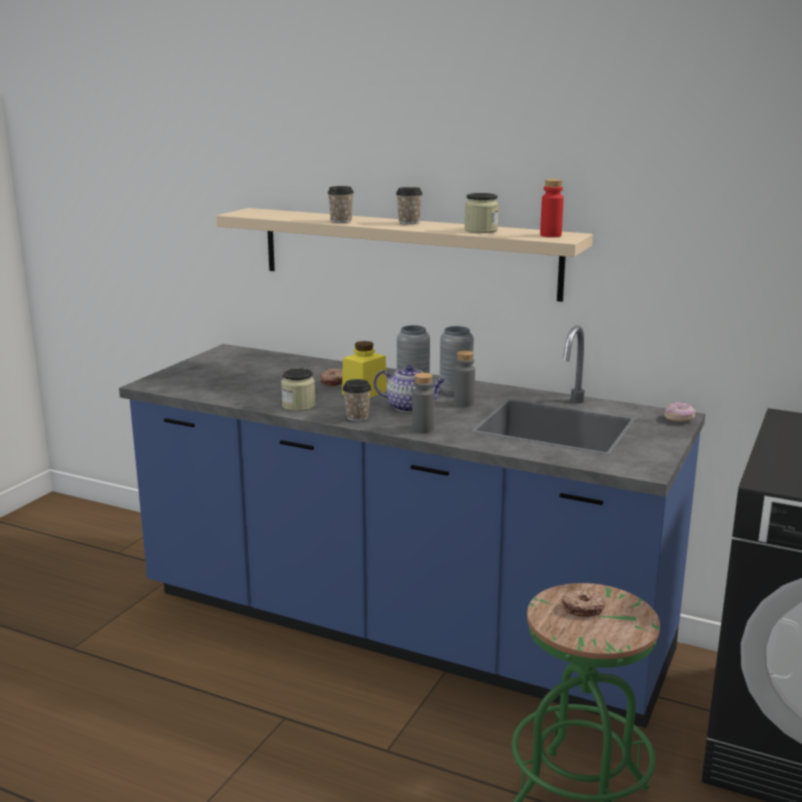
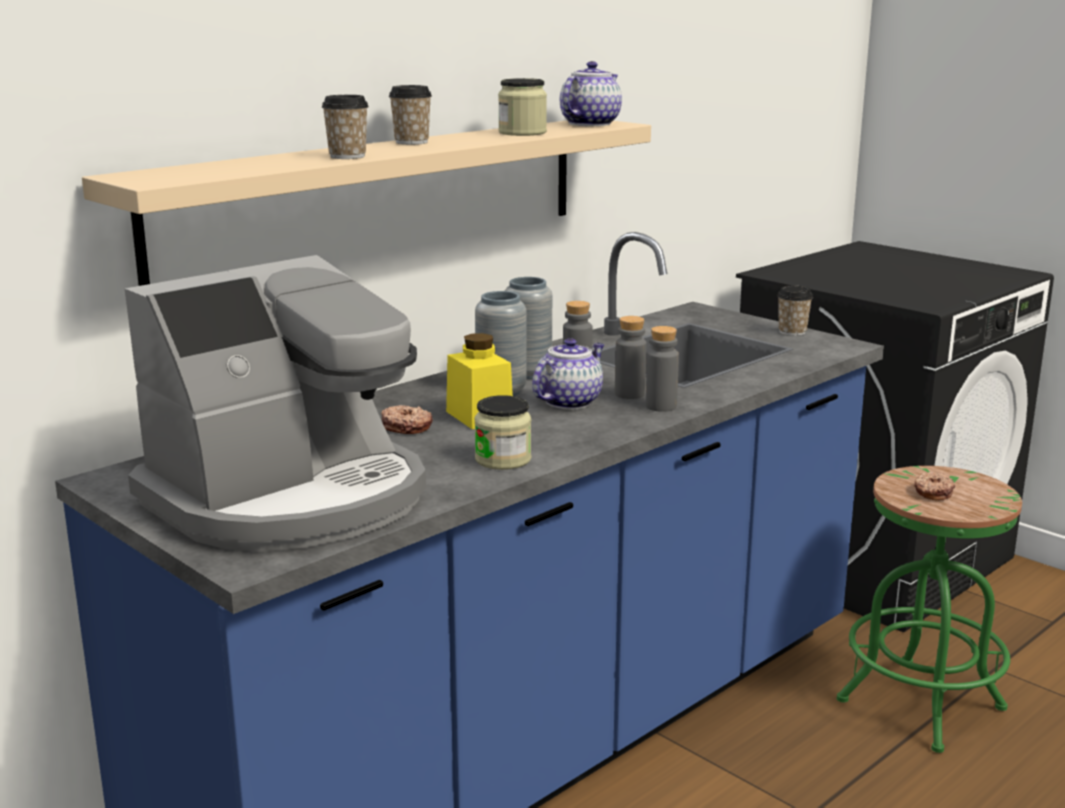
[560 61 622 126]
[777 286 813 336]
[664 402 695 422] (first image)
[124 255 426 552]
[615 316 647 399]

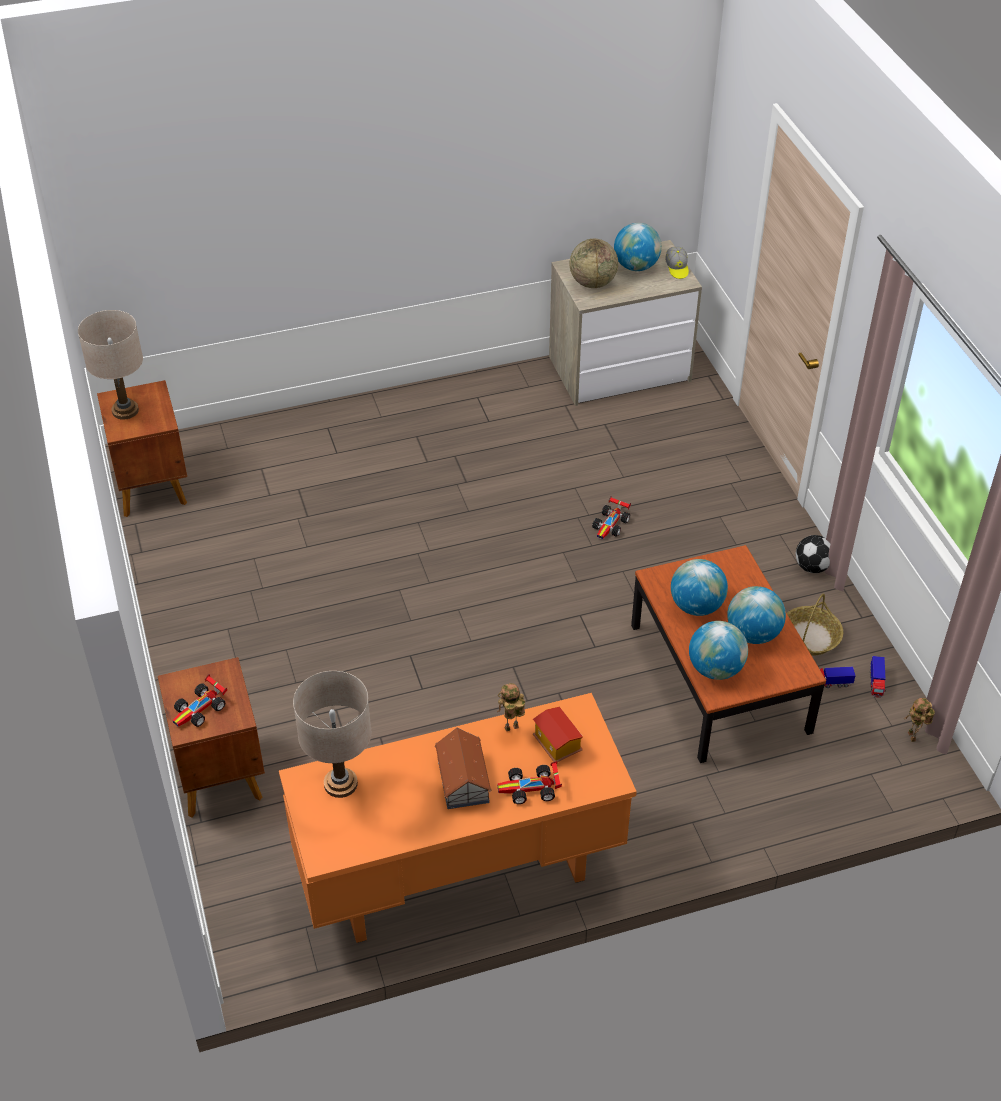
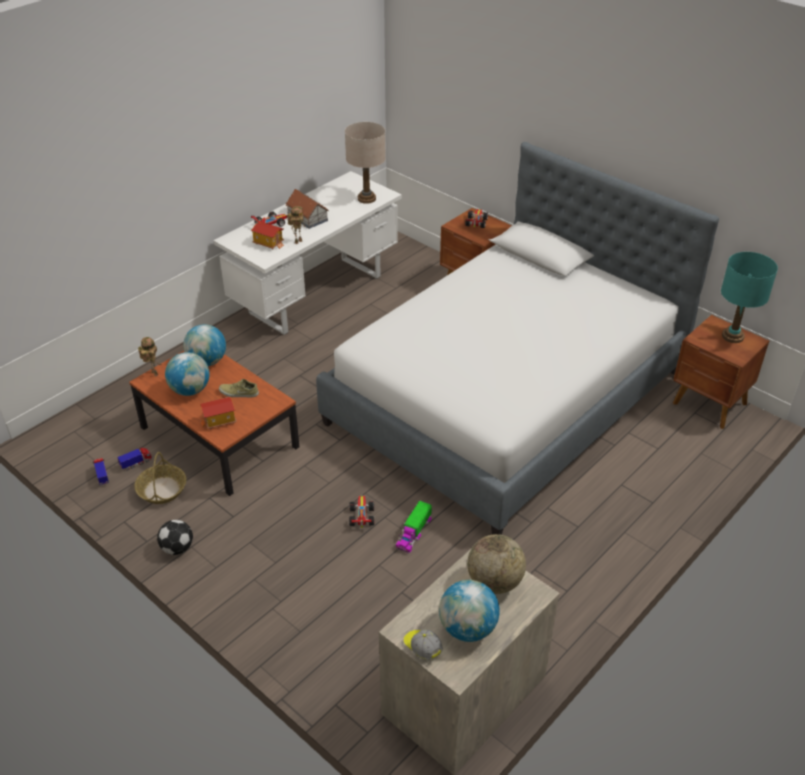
[721 252 778 343]
[219 379 259 397]
[213 171 402 335]
[138 337 161 376]
[316 142 719 535]
[200 397 237 429]
[396 501 432 554]

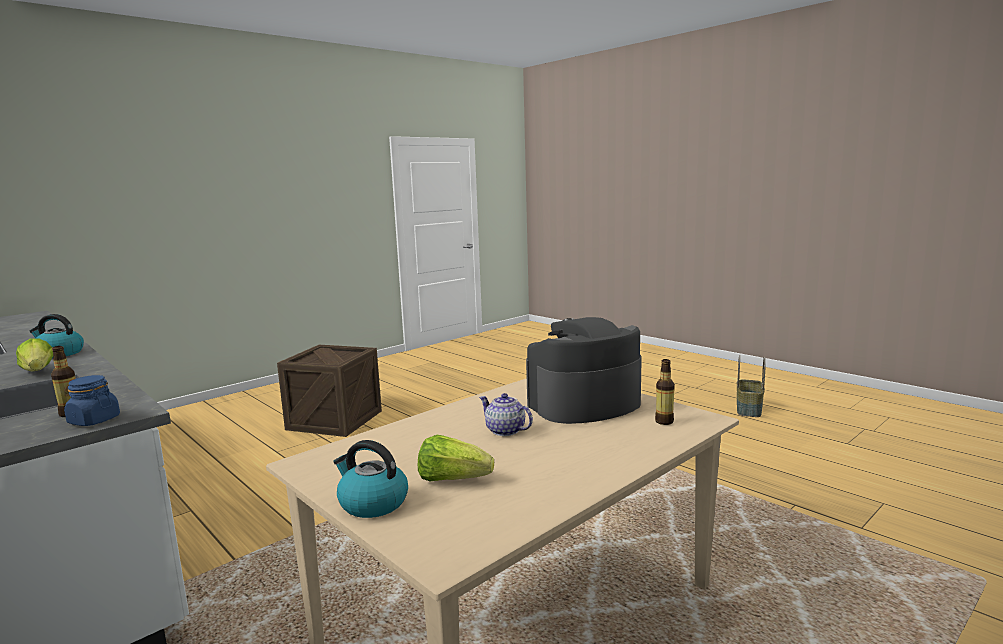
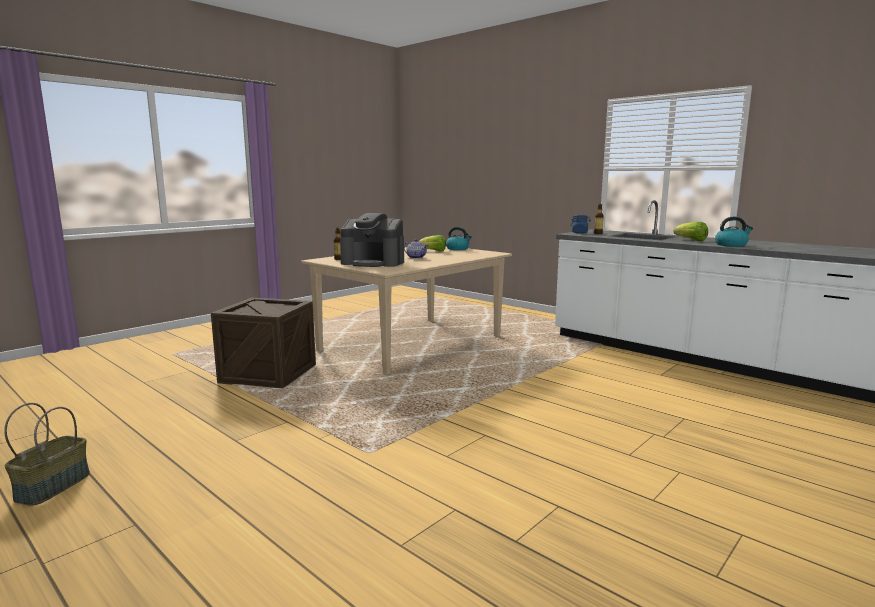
[340 213 404 267]
[211 298 316 389]

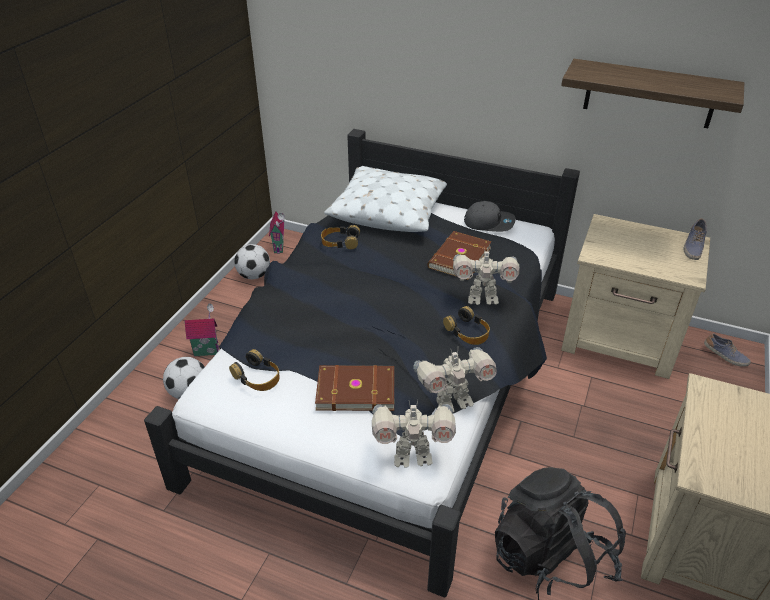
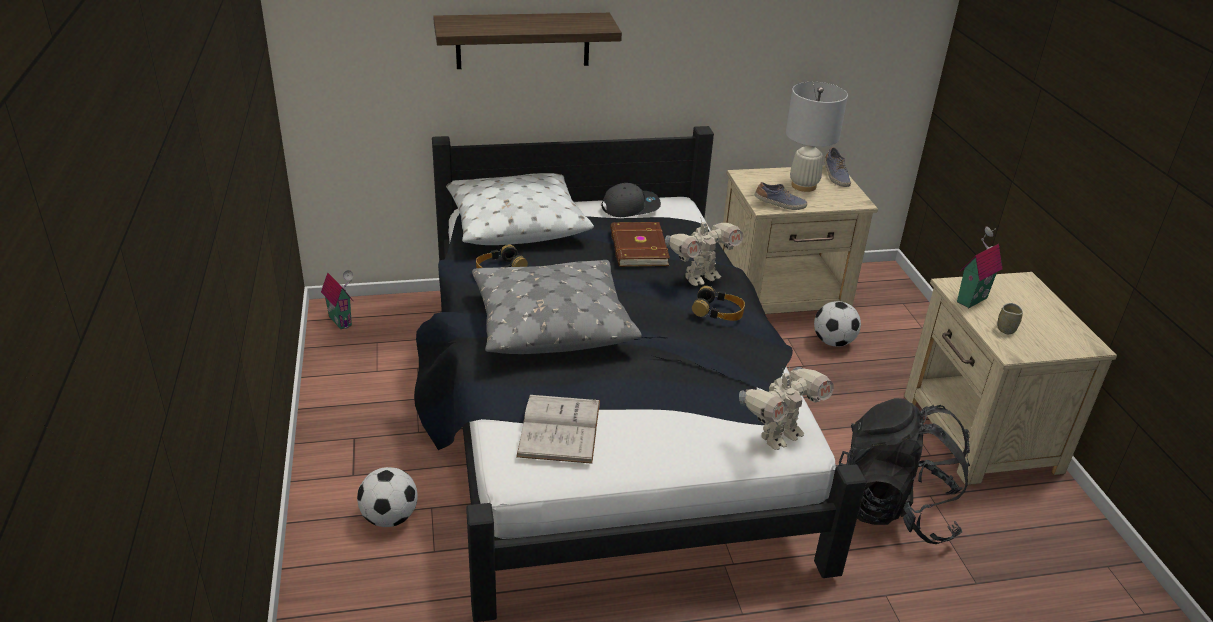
[433 13 622 69]
[814 301 861 347]
[957 226 1002 308]
[755 182 807 210]
[413 347 497 412] (first image)
[516 395 600 464]
[315 365 394 411] (first image)
[786 82 848 192]
[472 260 642 354]
[997 303 1023 334]

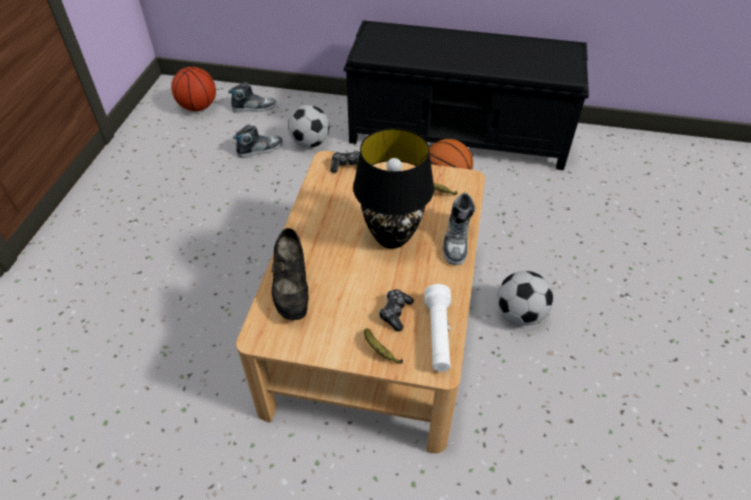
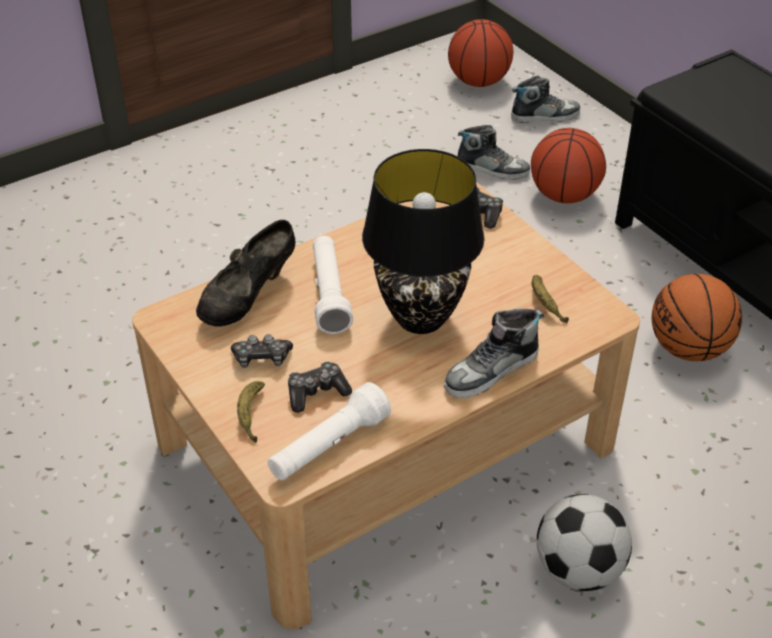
[511 76 580 123]
[531 128 606 203]
[313 236 353 334]
[231 334 293 368]

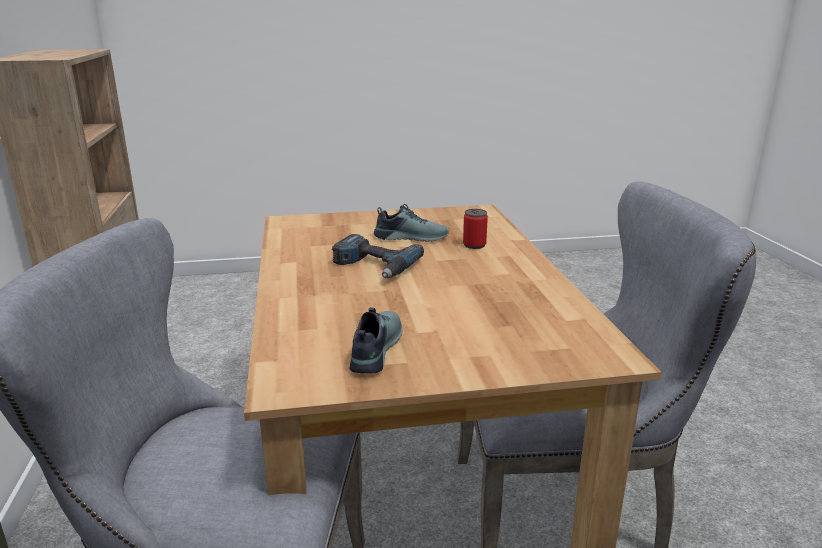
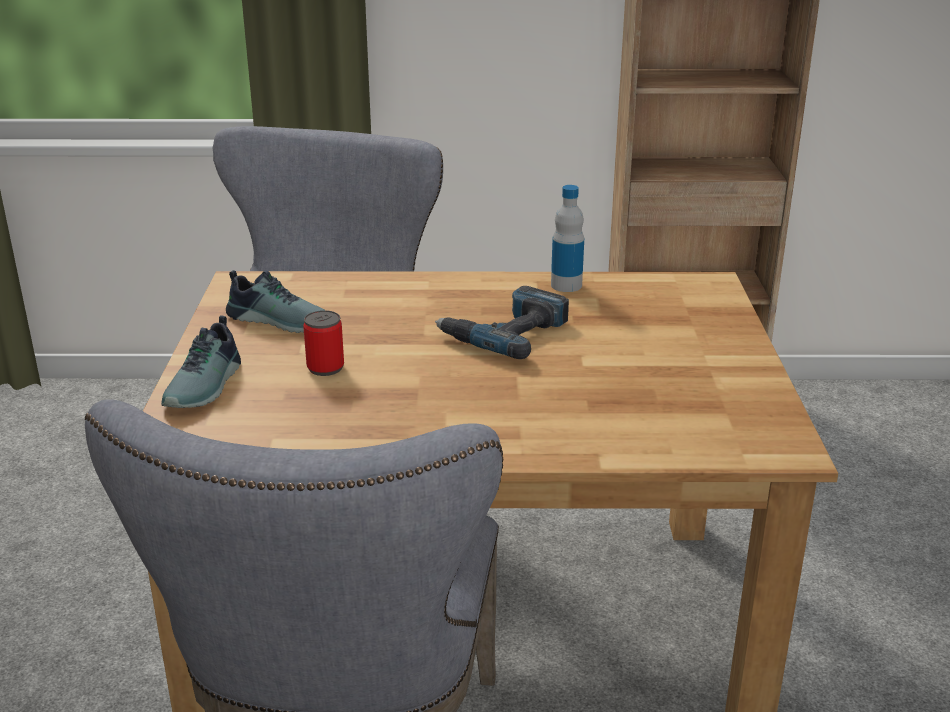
[161 316 241 408]
[303 310 344 376]
[551 185 584 292]

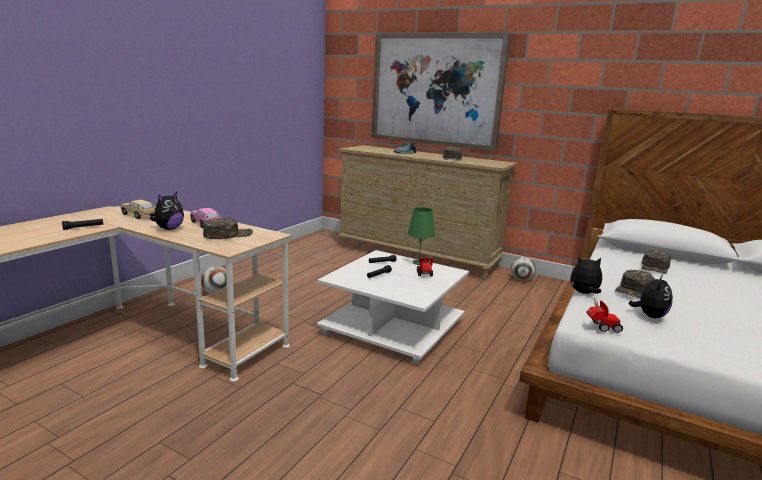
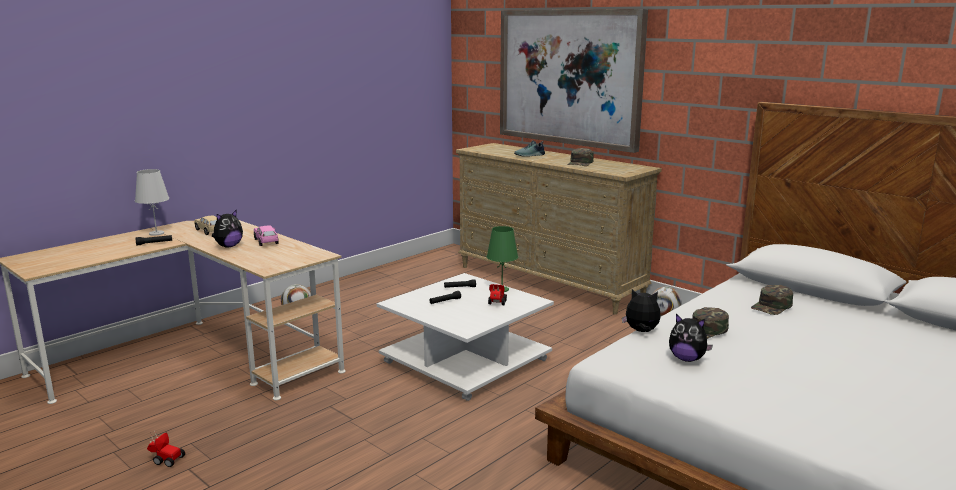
[203 217 253 239] (first image)
[669 314 713 362]
[147 431 185 467]
[135 169 169 236]

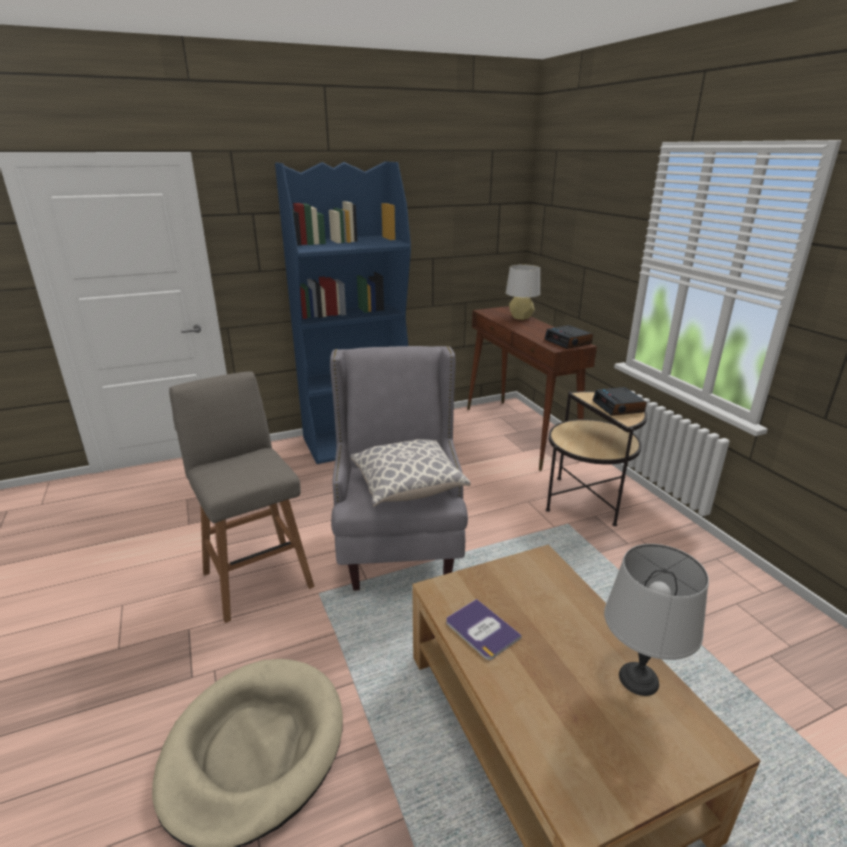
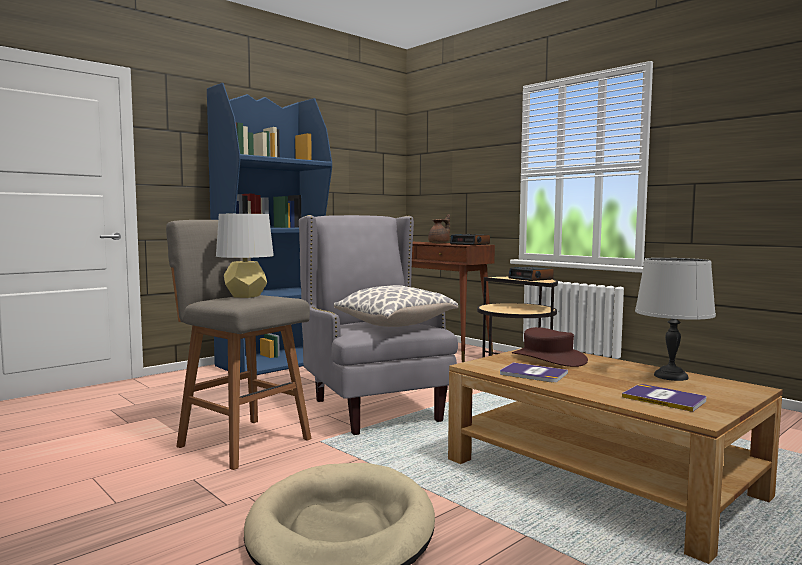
[216 214 274 298]
[428 214 450 243]
[512 327 588 367]
[622 384 706 412]

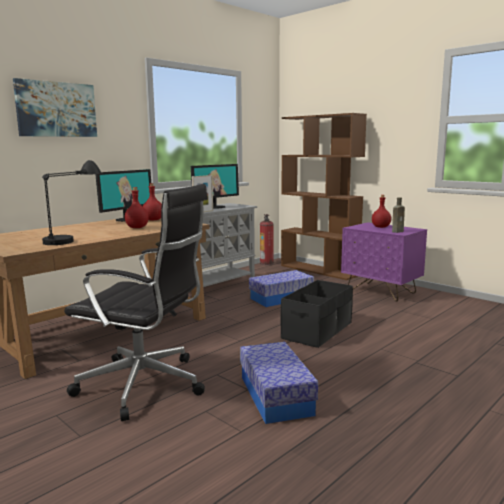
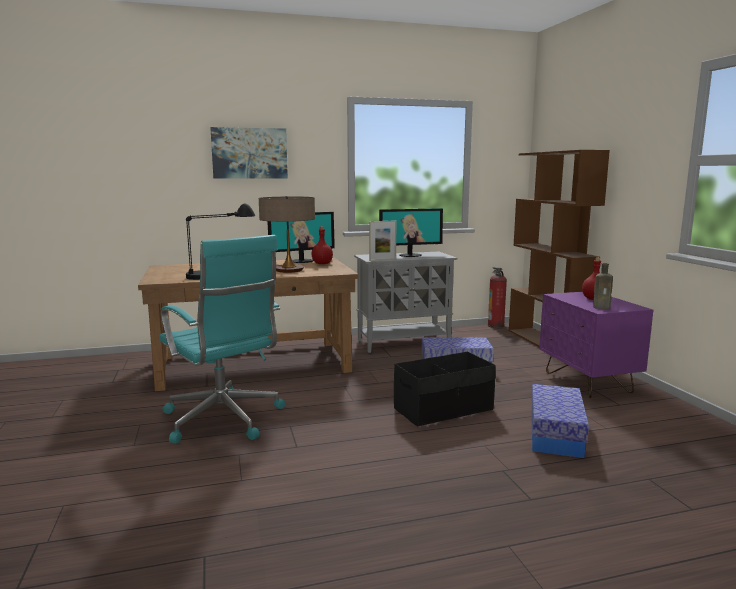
[159 235 286 443]
[259 196 315 273]
[531 384 589 458]

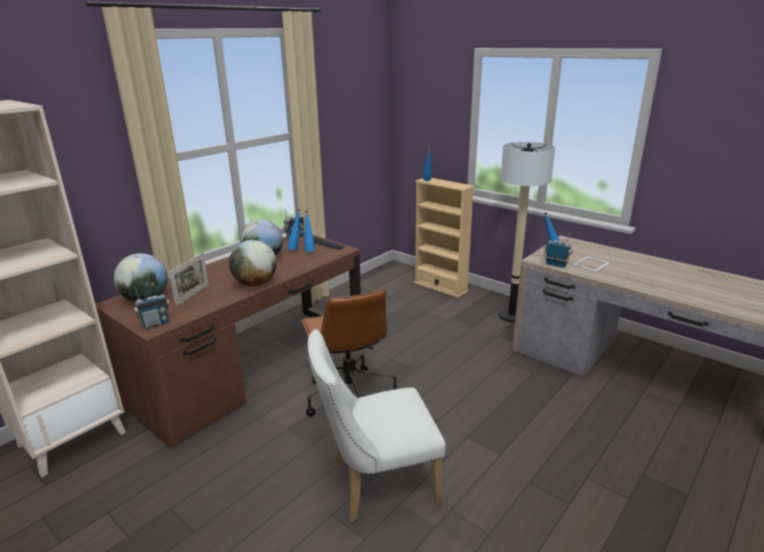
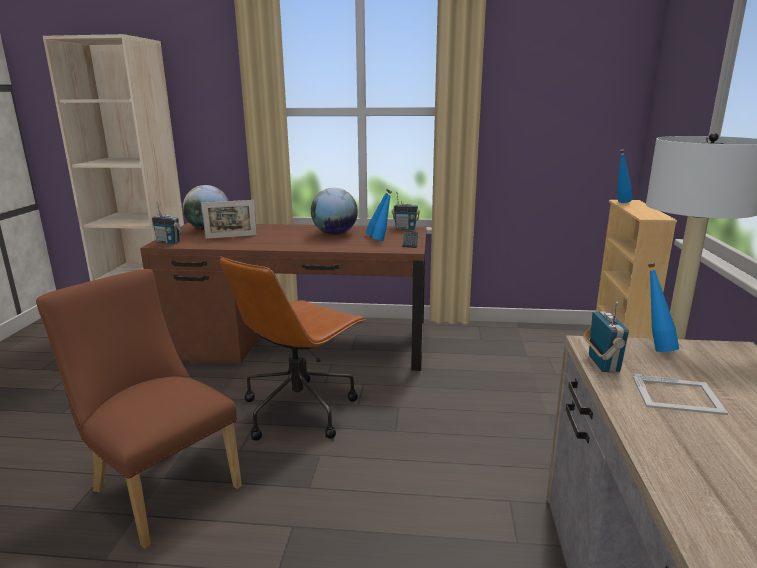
[229 240 277 286] (first image)
[36 269 242 549]

